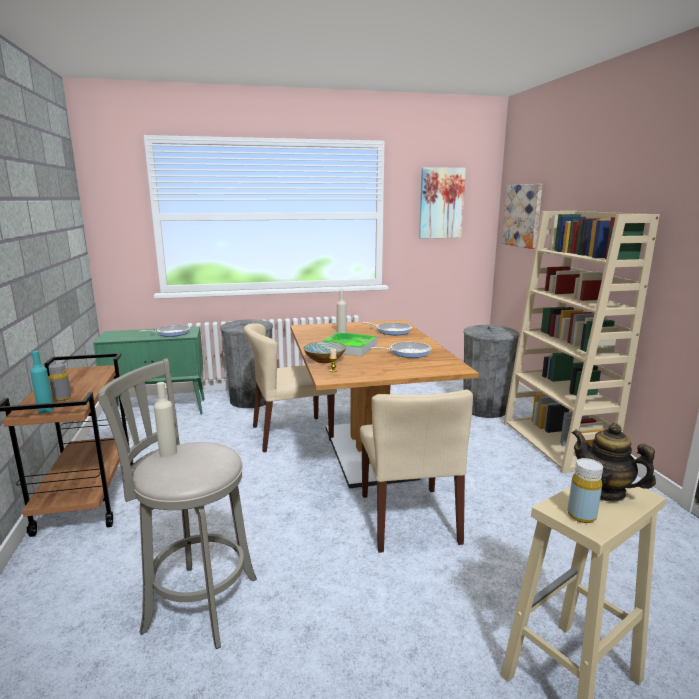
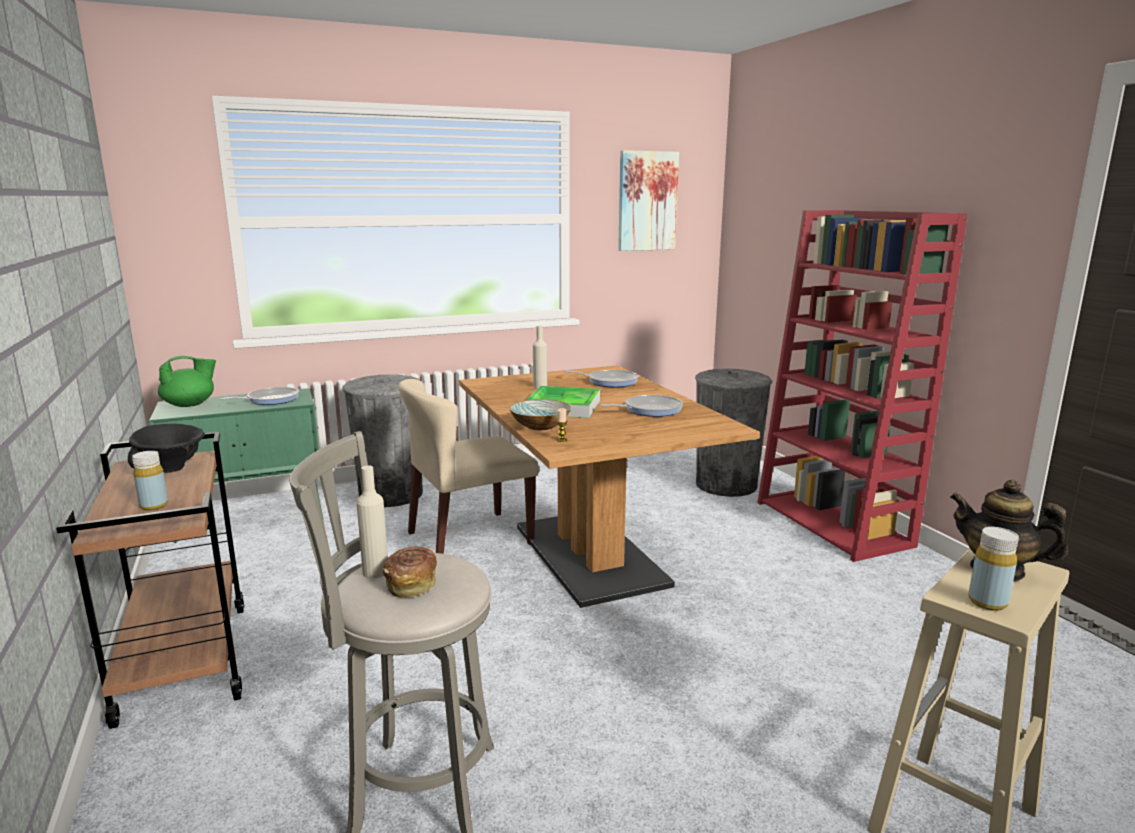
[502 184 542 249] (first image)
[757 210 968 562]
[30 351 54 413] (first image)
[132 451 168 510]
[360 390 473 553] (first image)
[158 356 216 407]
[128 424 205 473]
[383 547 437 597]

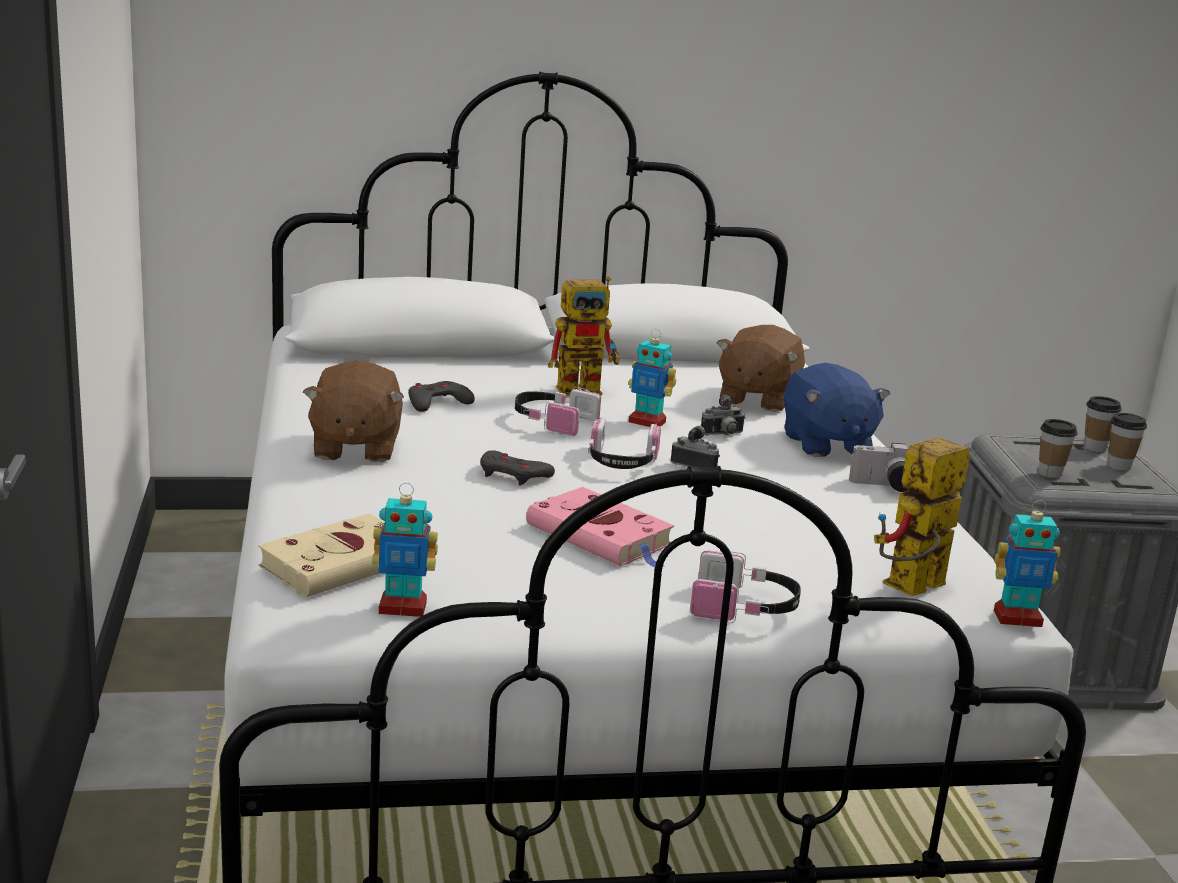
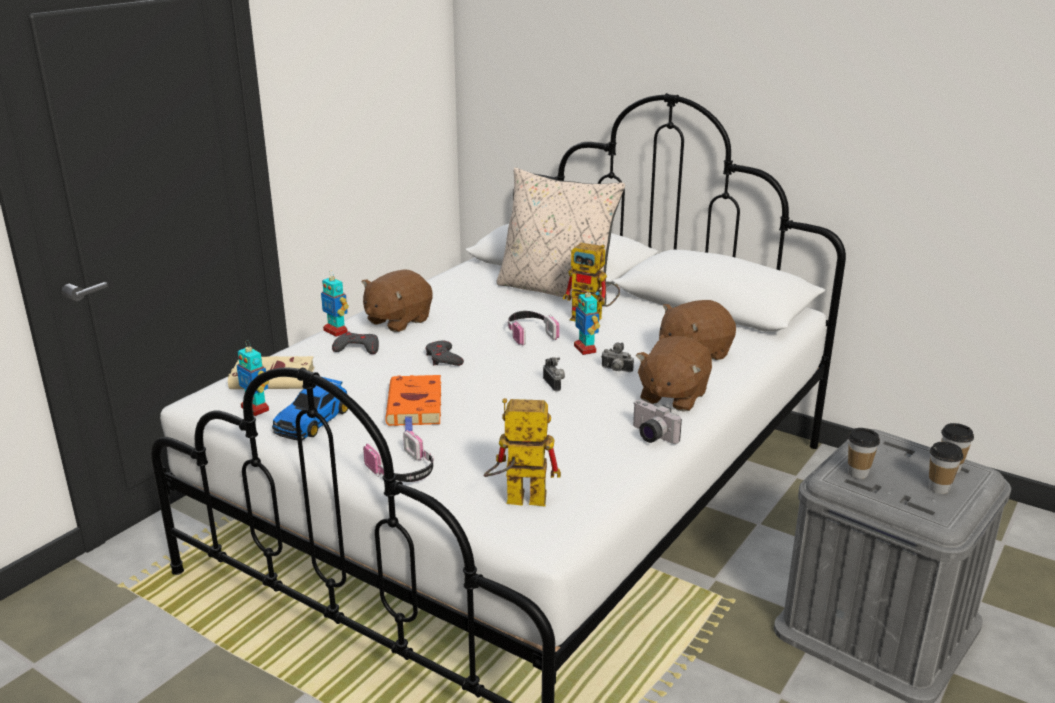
[636 336 712 412]
[332 332 379 354]
[588 417 661 469] (first image)
[385 375 441 431]
[321 274 349 337]
[497 167 625 306]
[272 377 348 440]

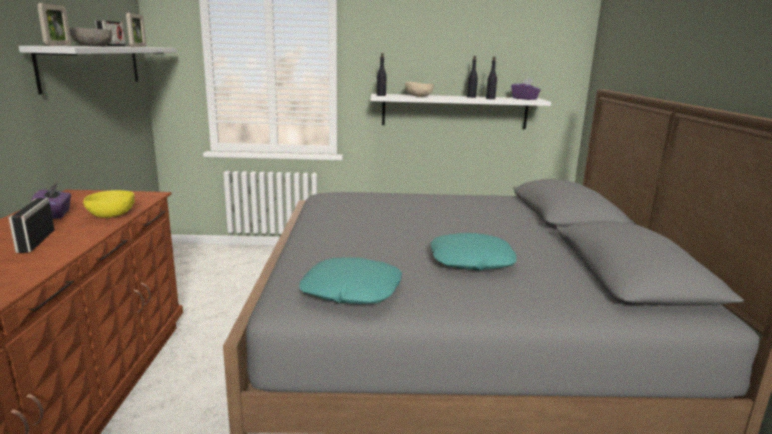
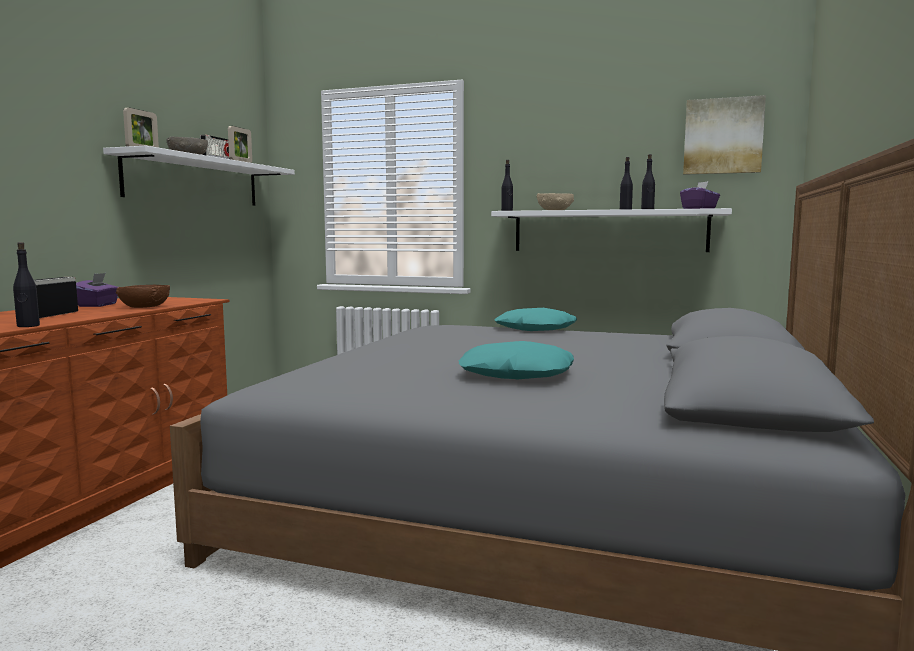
[116 285 170 308]
[494 308 577 331]
[683 95 766 175]
[13 242 40 327]

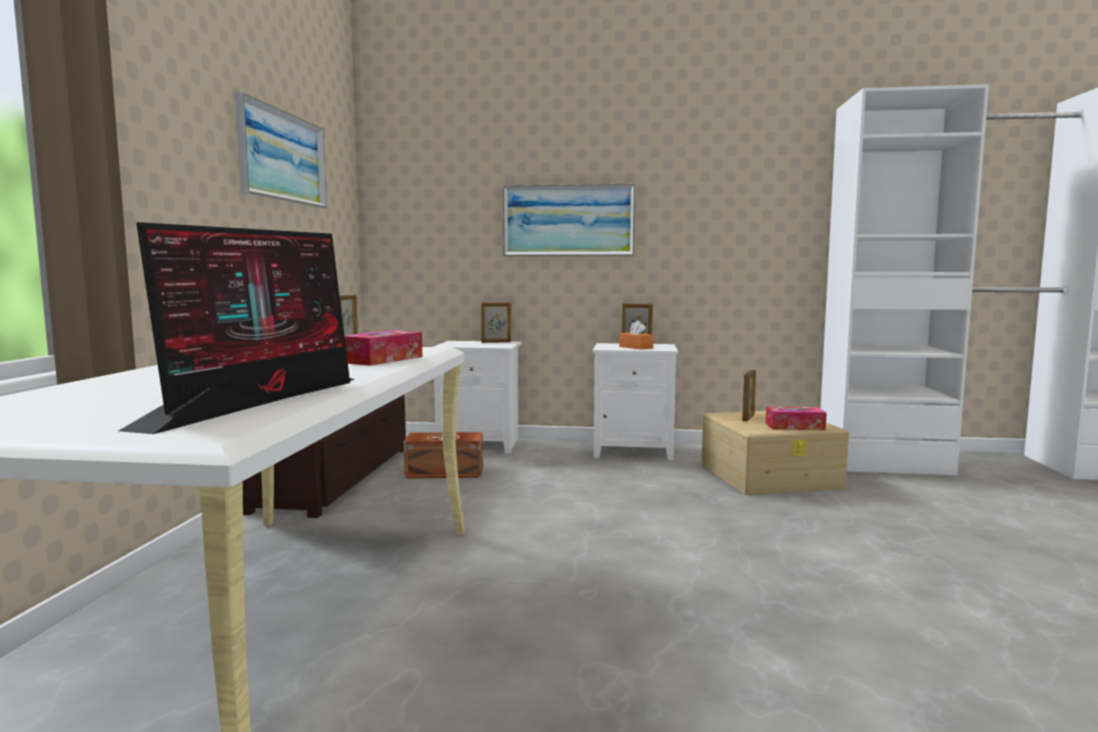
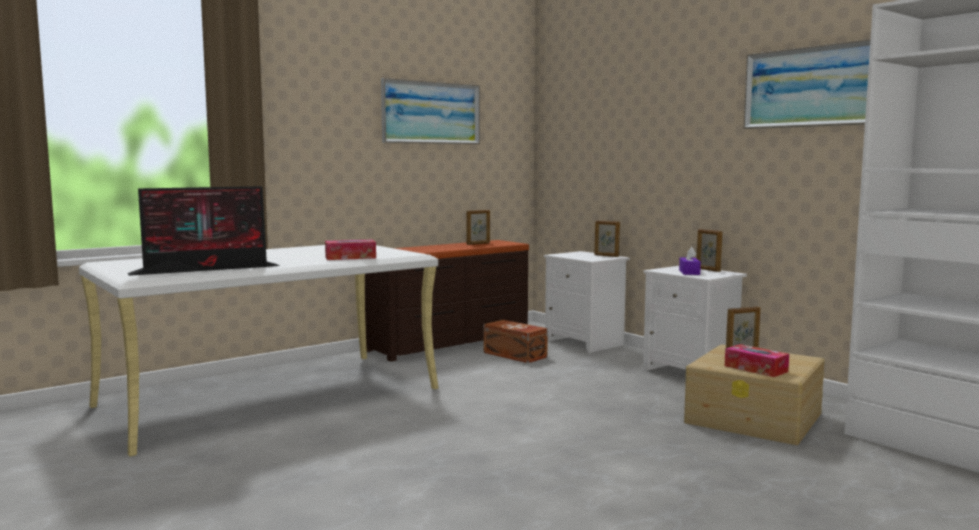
[744 39 870 129]
[679 247 701 275]

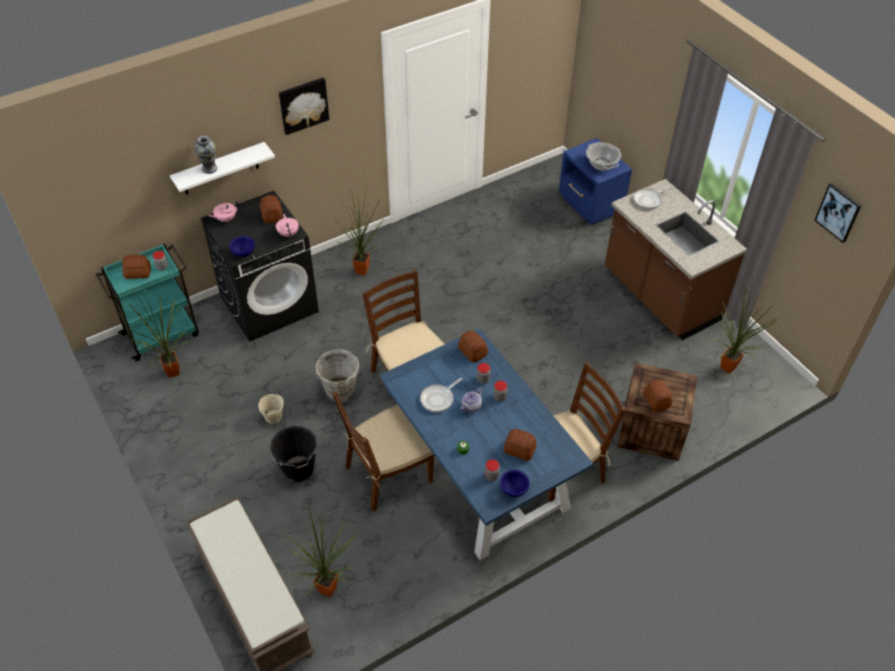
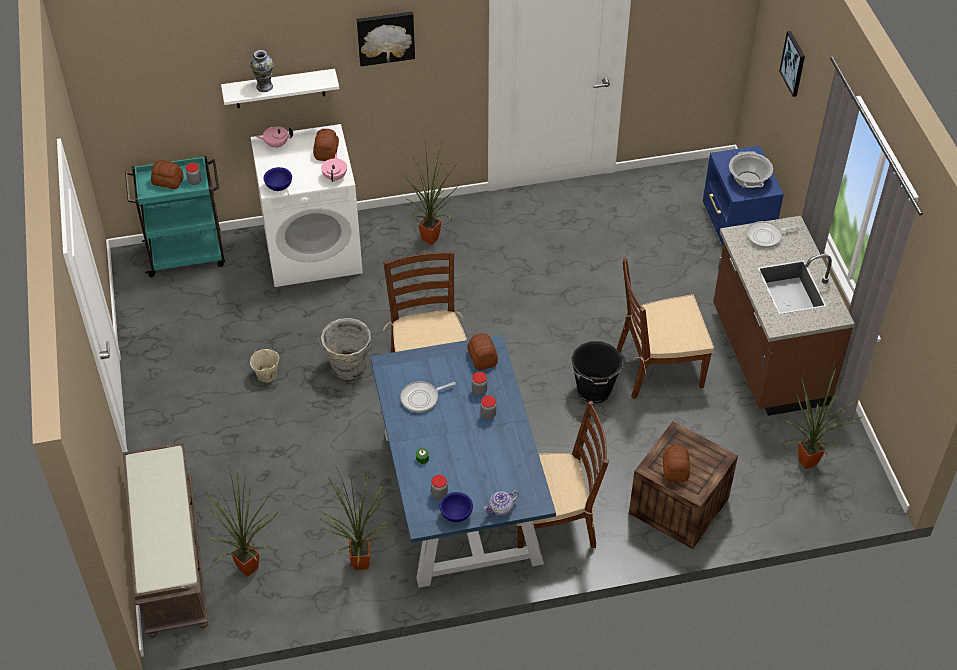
[779 31 805 97]
[251 124 363 287]
[320 467 391 570]
[484 490 519 516]
[617 258 714 399]
[570 341 624 404]
[504 429 537 461] (first image)

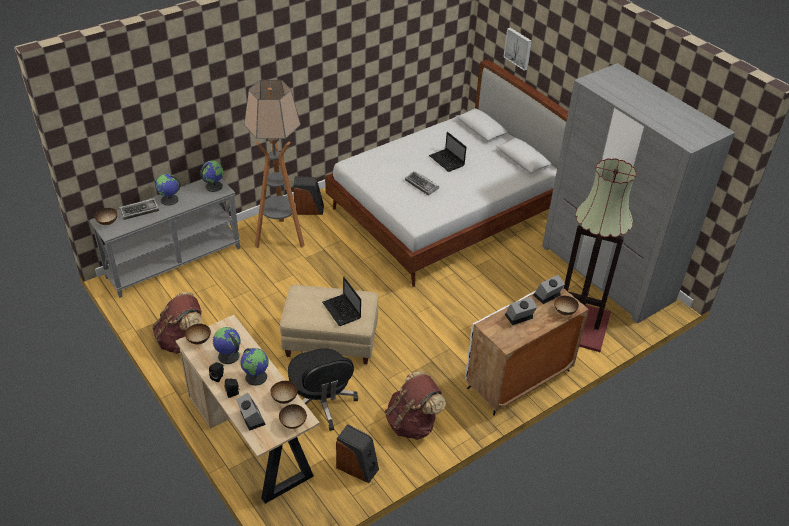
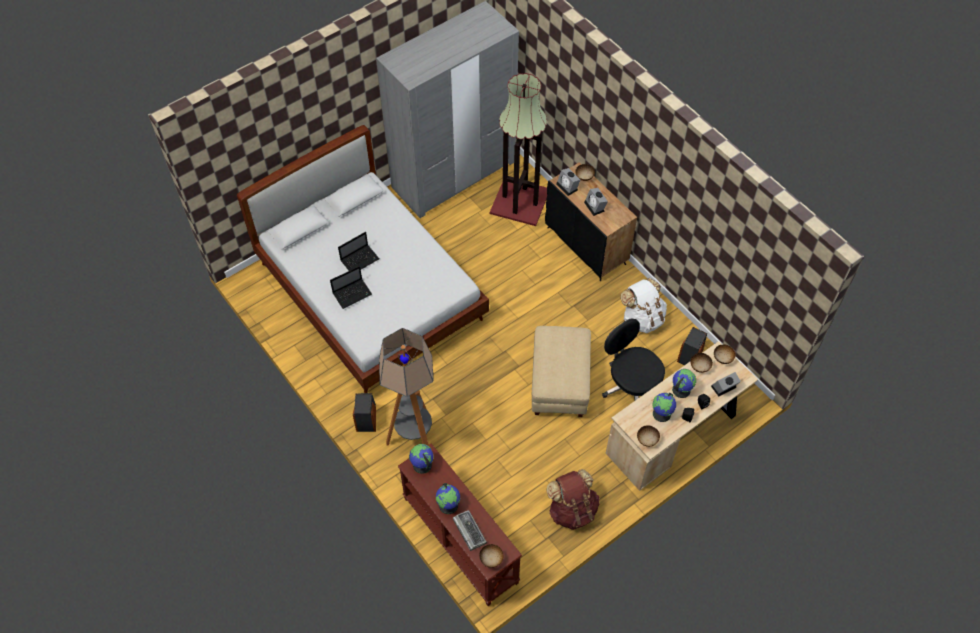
[503 28 532 71] (first image)
[405 171 439 195] (first image)
[398 444 522 606]
[330 266 372 309]
[545 163 637 281]
[602 319 665 400]
[621 278 667 333]

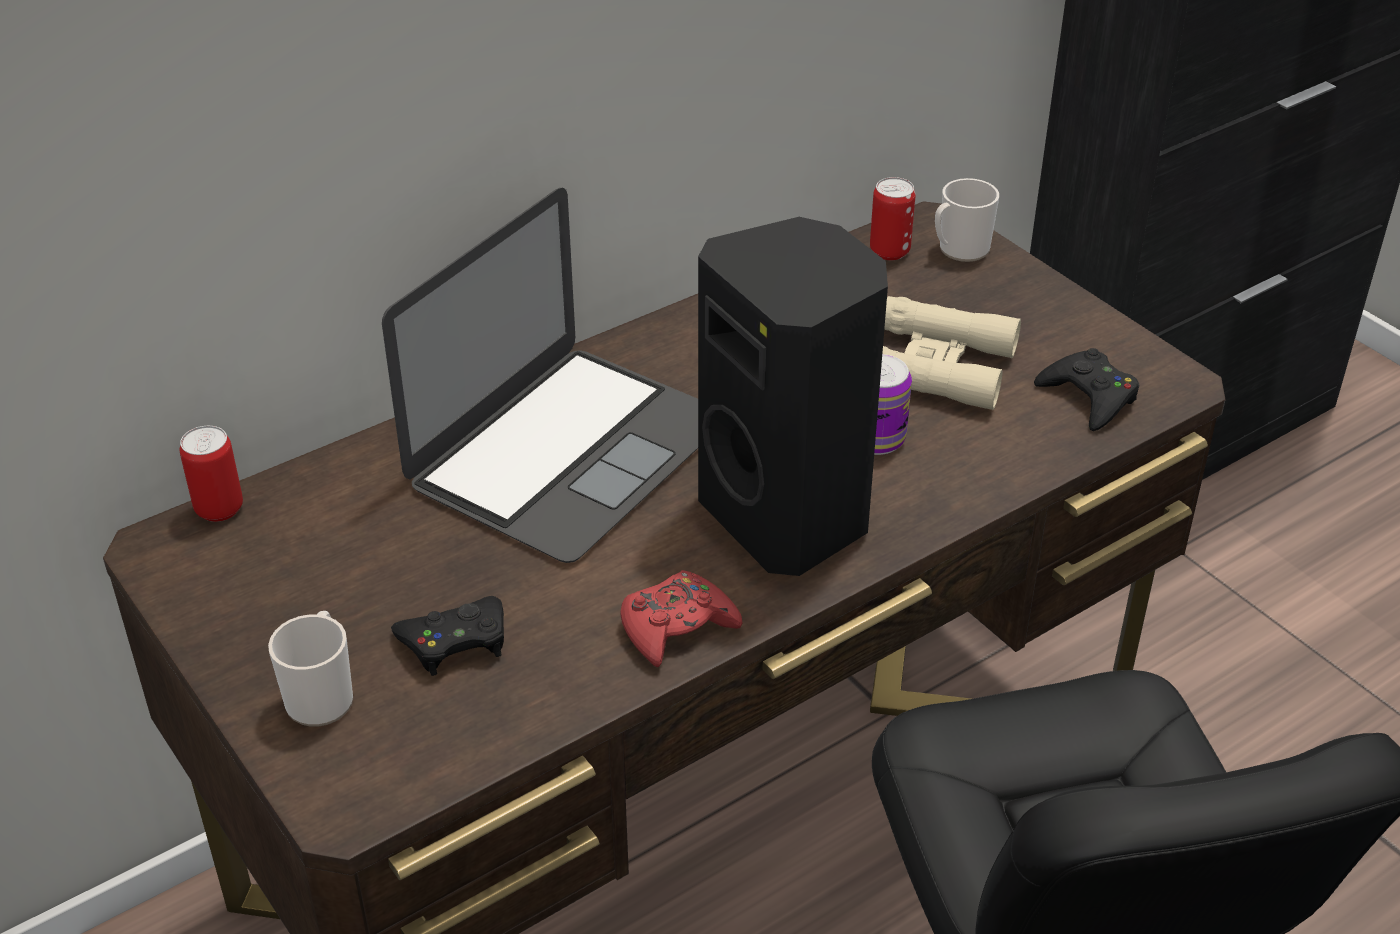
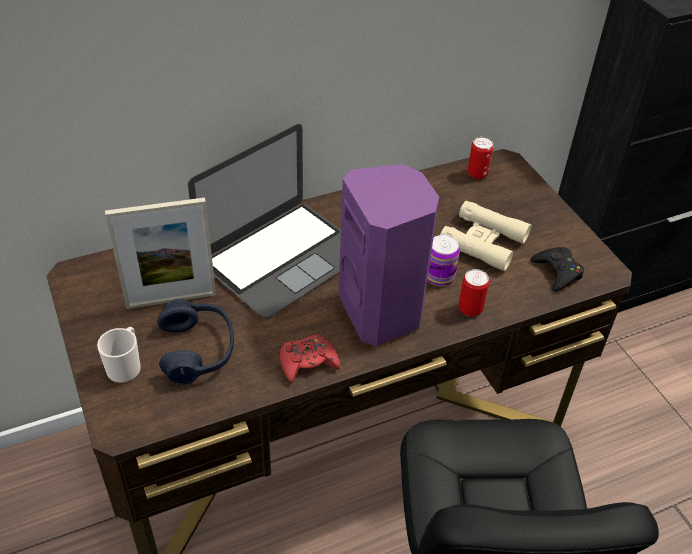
[935 178 999 262] (first image)
[338 164 439 346]
[458 269 489 317]
[157 299 234 385]
[105 197 216 309]

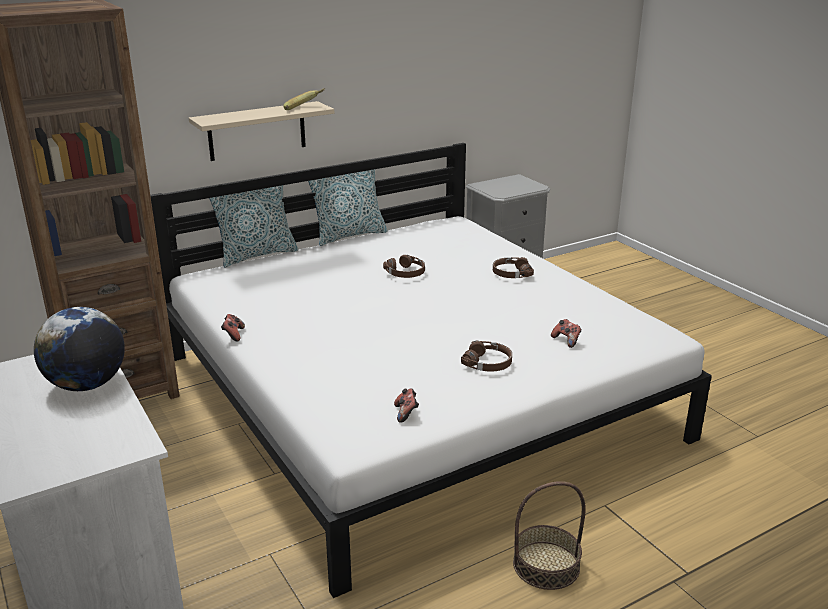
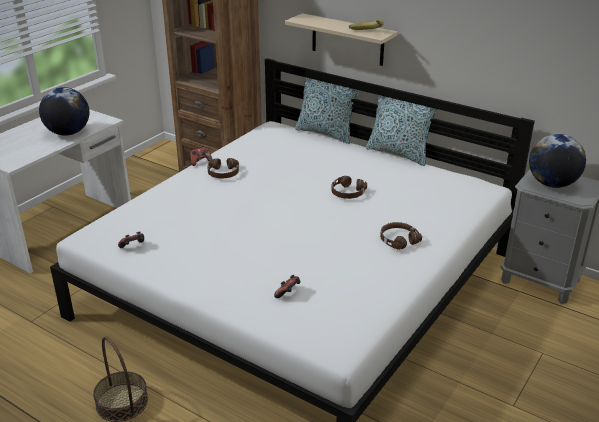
[208 158 239 178]
[529 134 586 188]

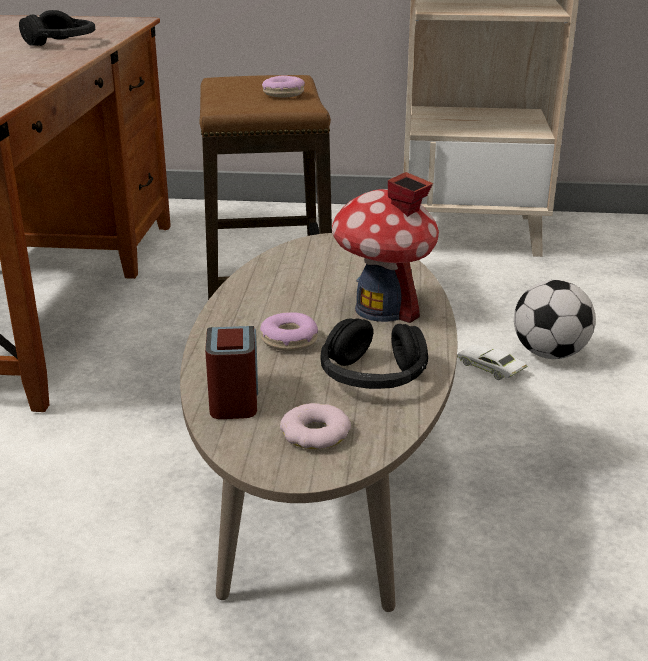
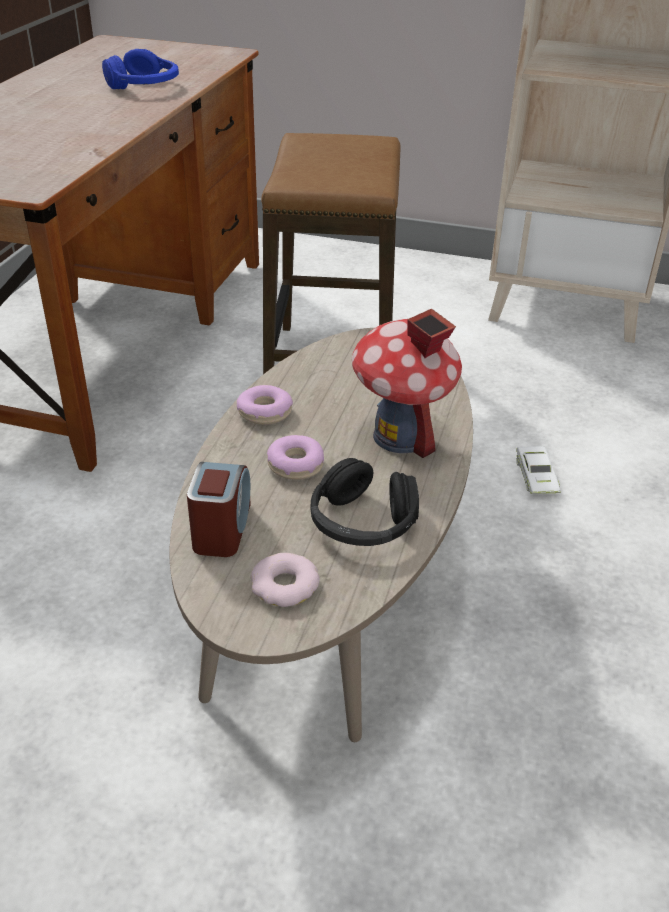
[102 49 179 89]
[237 385 293 425]
[514 280 596 359] (first image)
[516 446 561 494]

